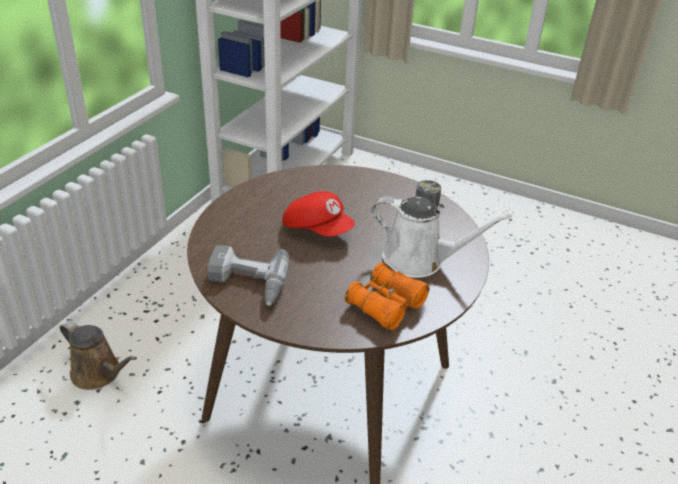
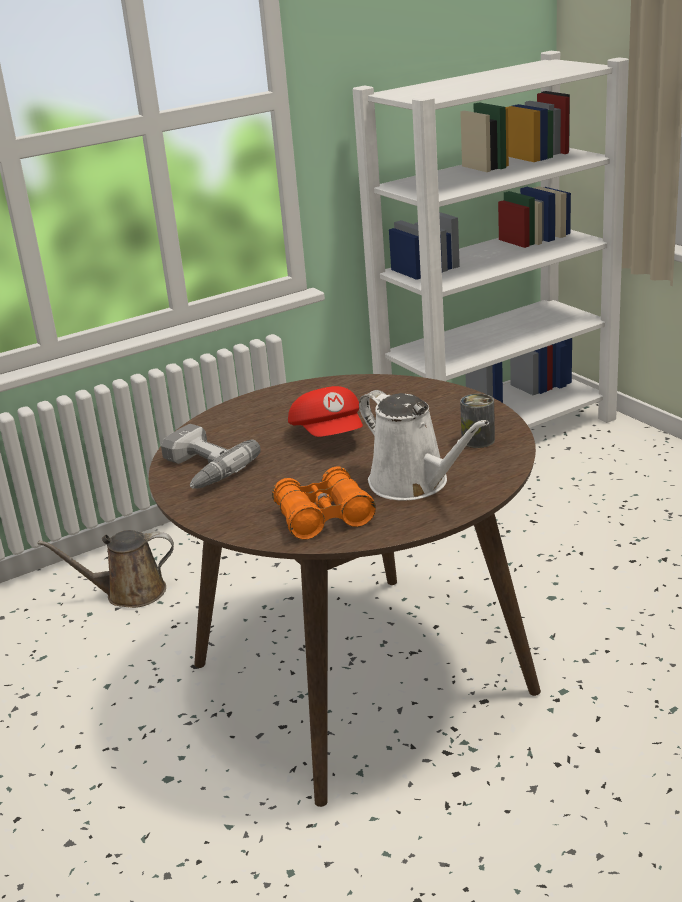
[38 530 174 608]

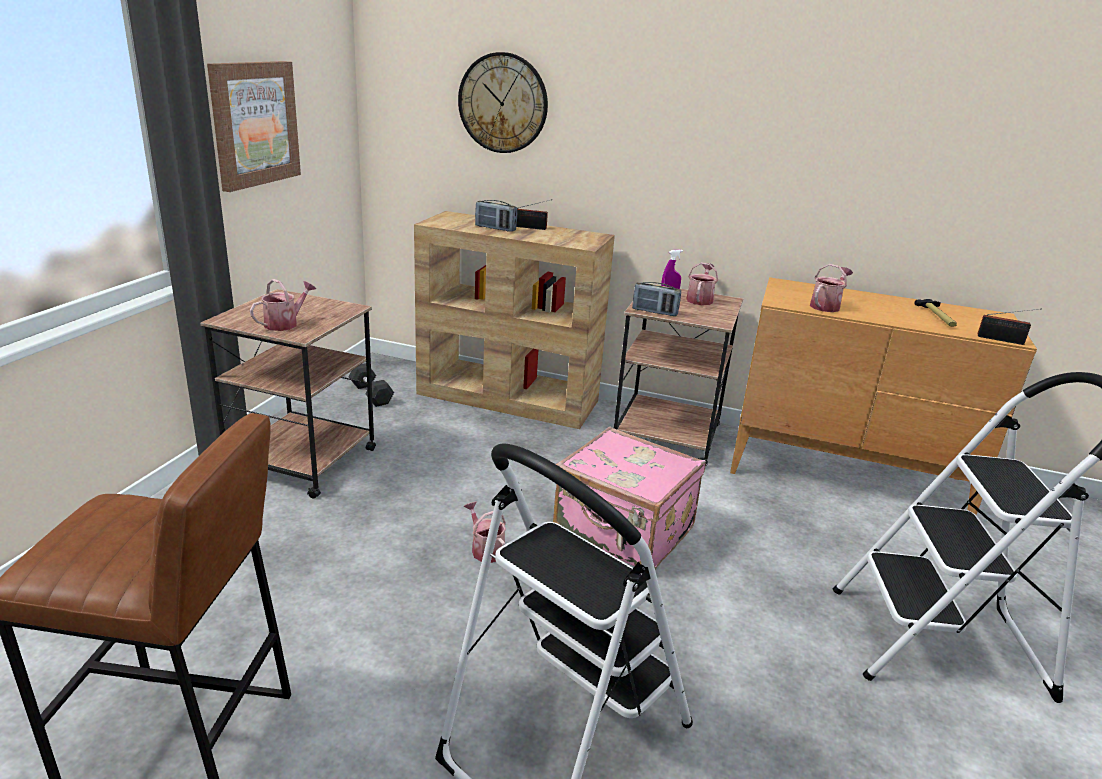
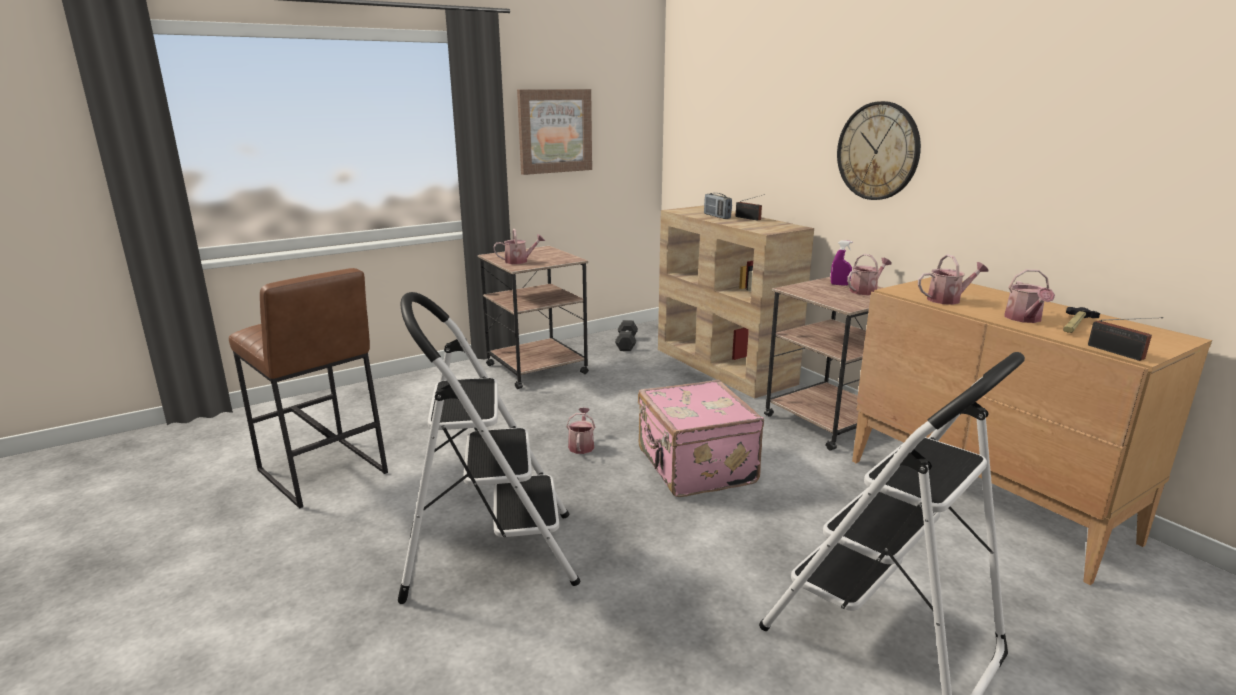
[837 101 921 200]
[632 282 681 316] (first image)
[1005 269 1055 323]

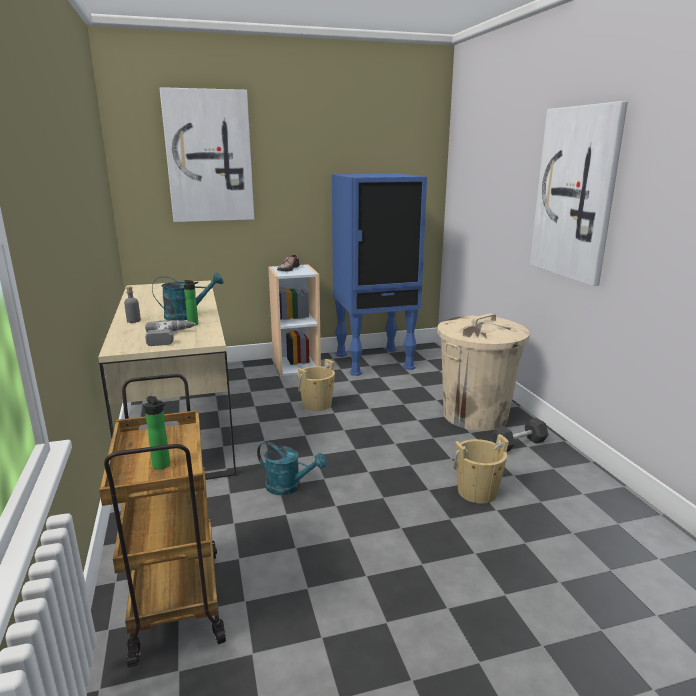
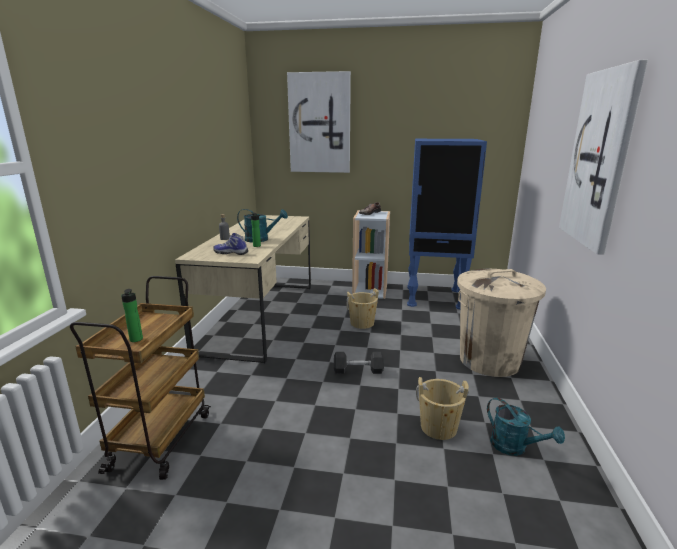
[213 233 248 255]
[334 352 384 374]
[487 397 565 456]

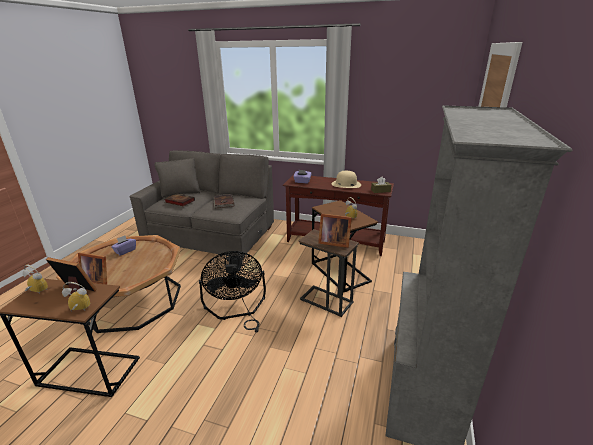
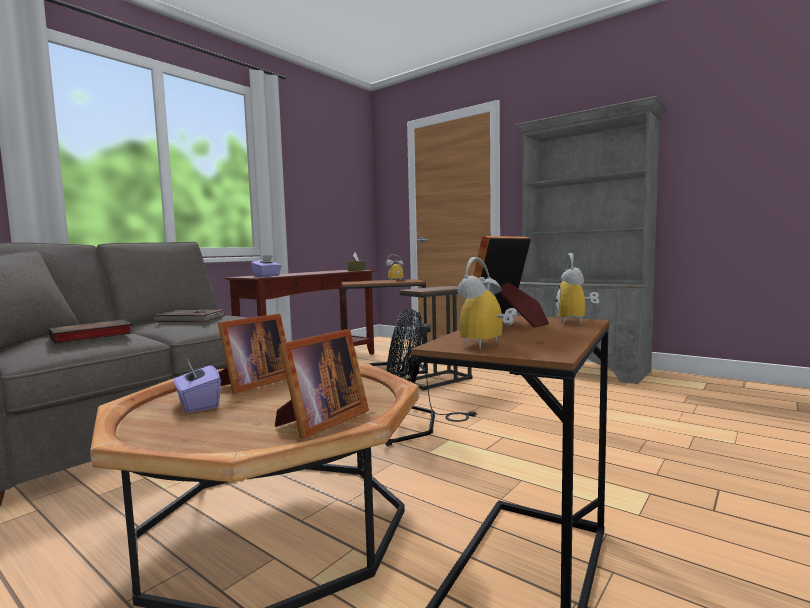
[332 171 361 188] (first image)
[218 314 287 393]

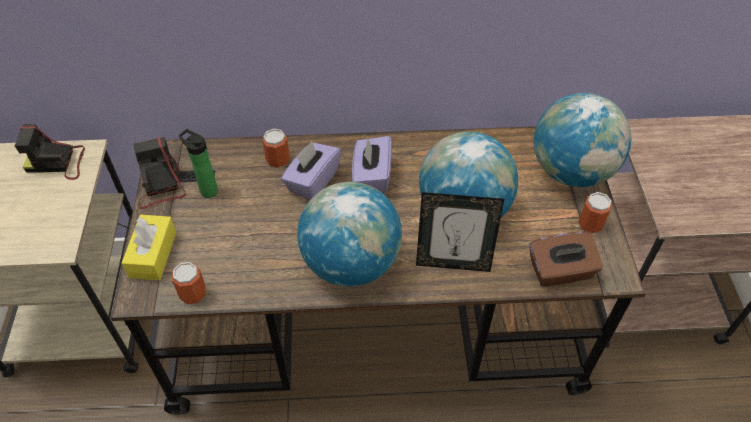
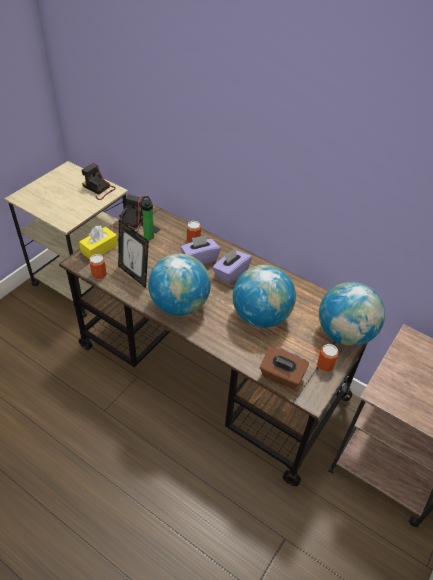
[118 220 149 288]

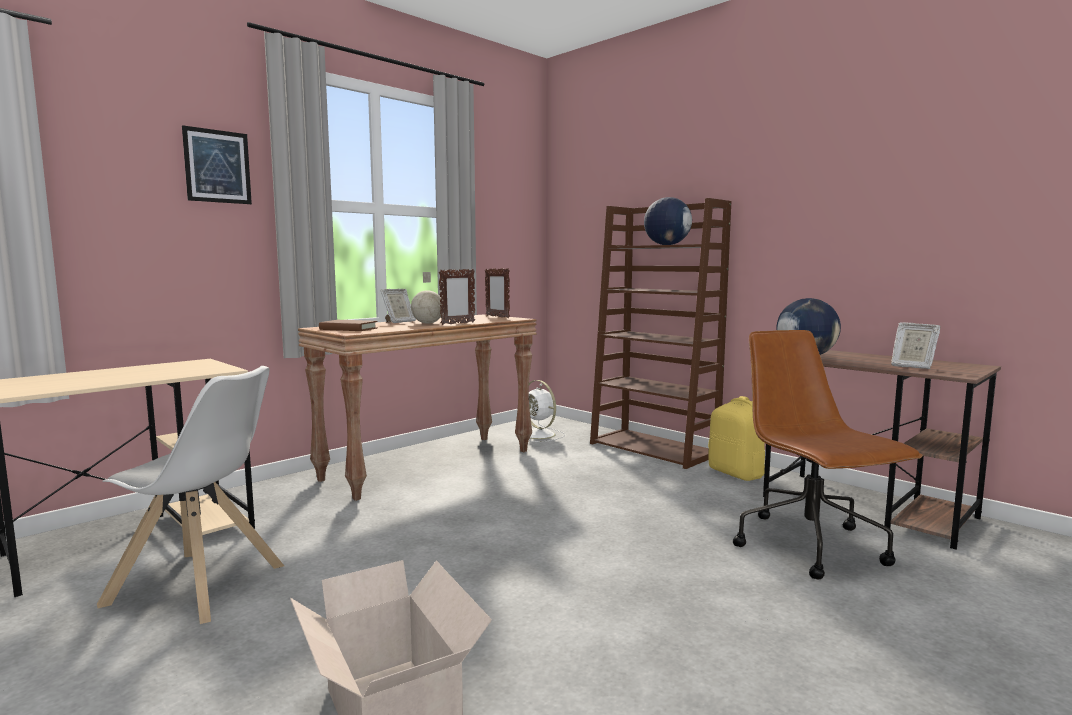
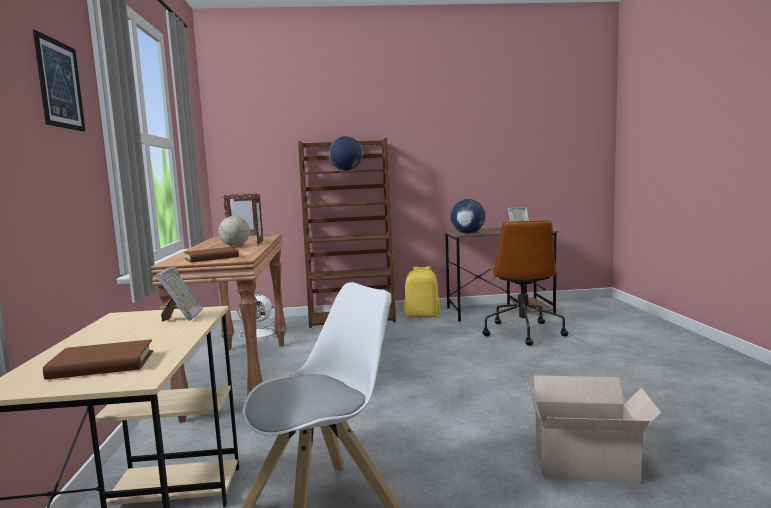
[156 266 203 321]
[482 220 569 346]
[43 339 153 380]

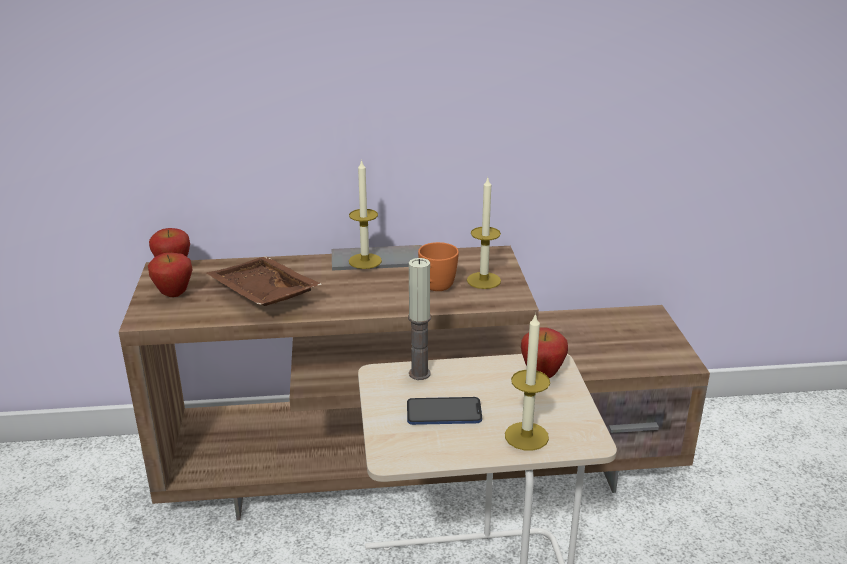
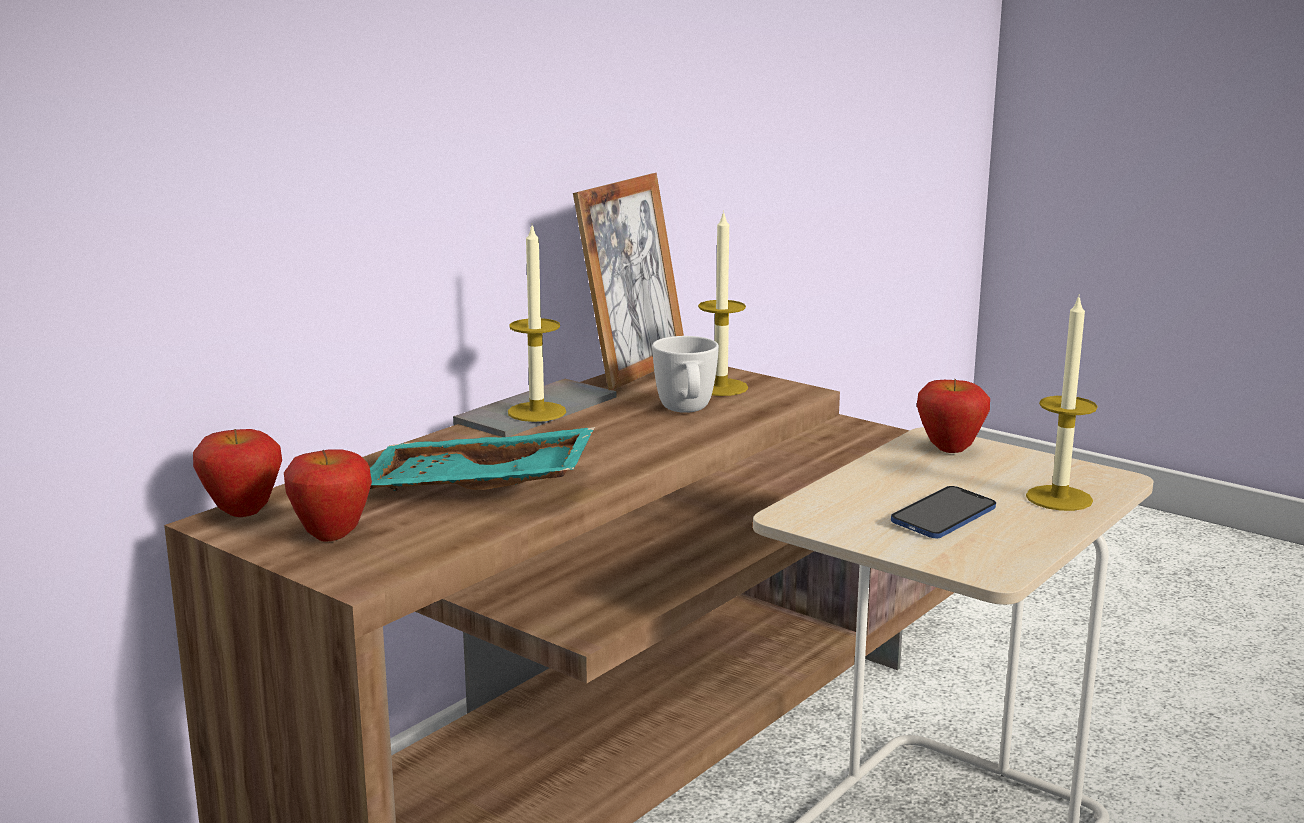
[652 336 719 413]
[370 427 595 491]
[408 258 431 380] (first image)
[573 173 684 390]

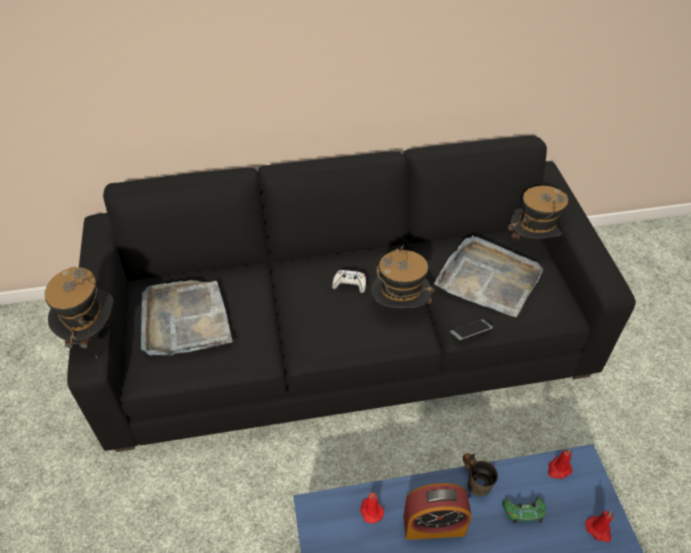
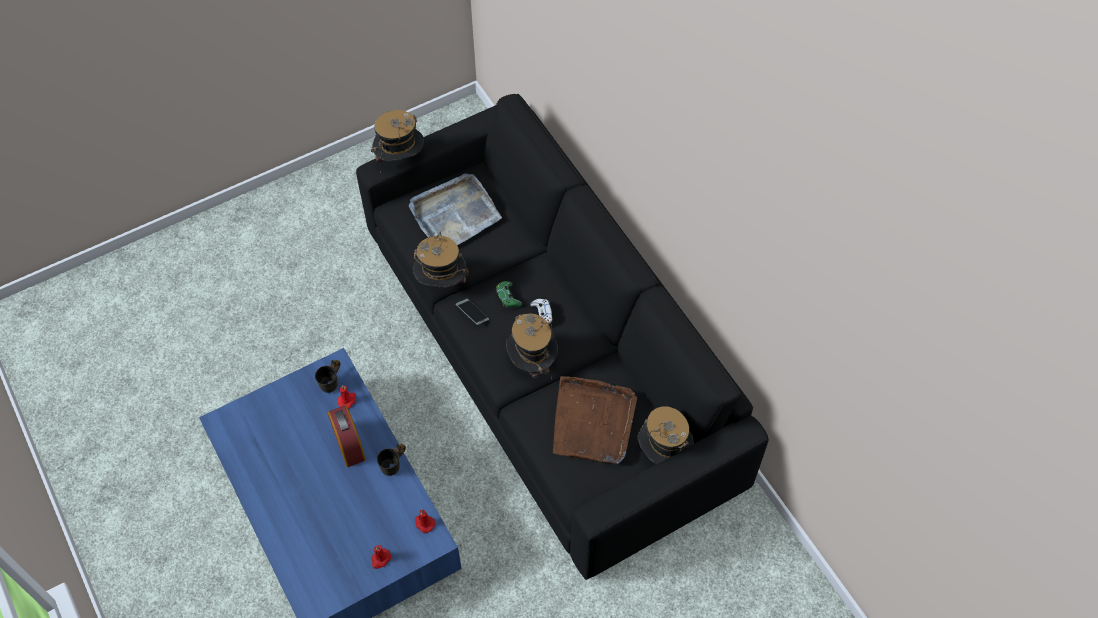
[553 376 637 464]
[456 299 489 325]
[496 281 522 308]
[413 231 469 287]
[315 360 340 393]

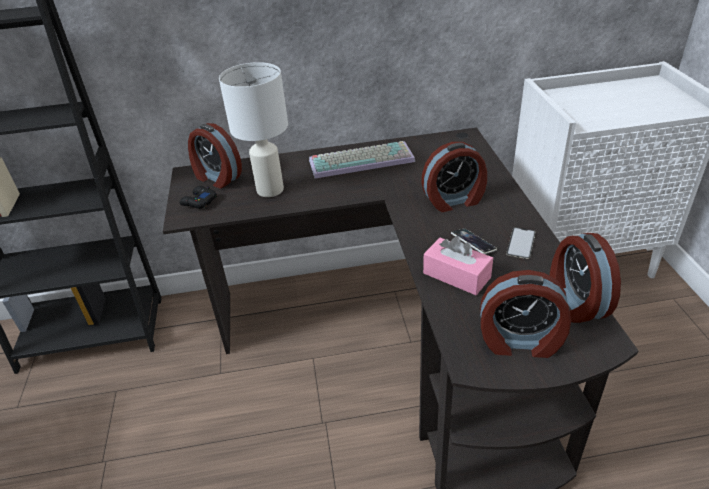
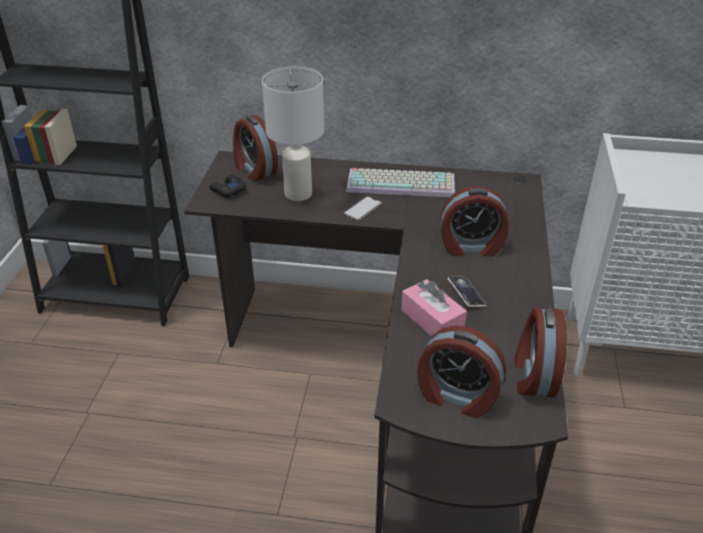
[343 196 382 221]

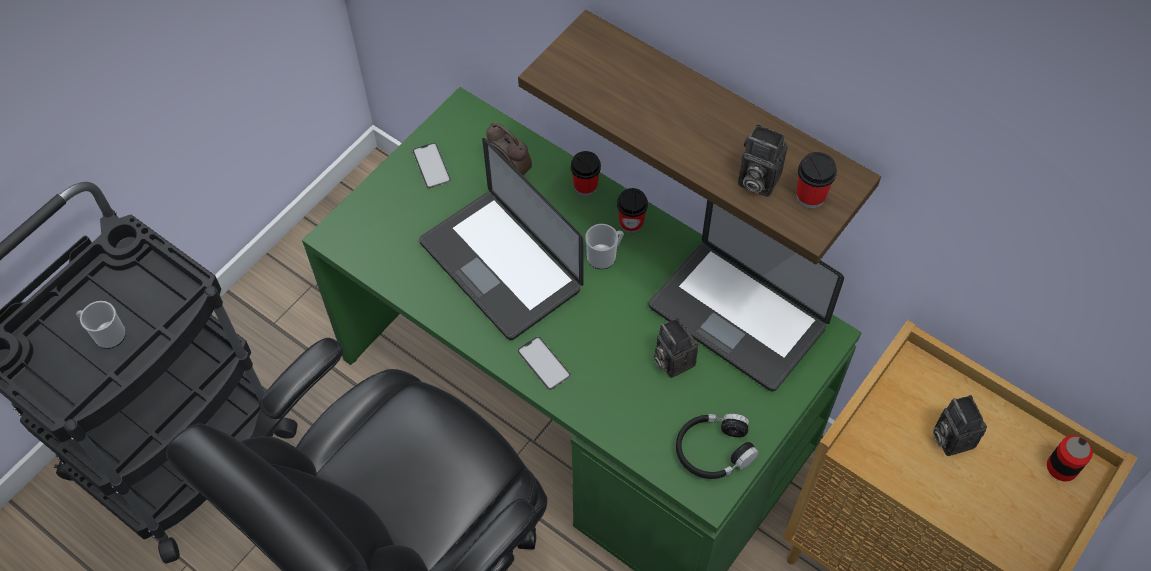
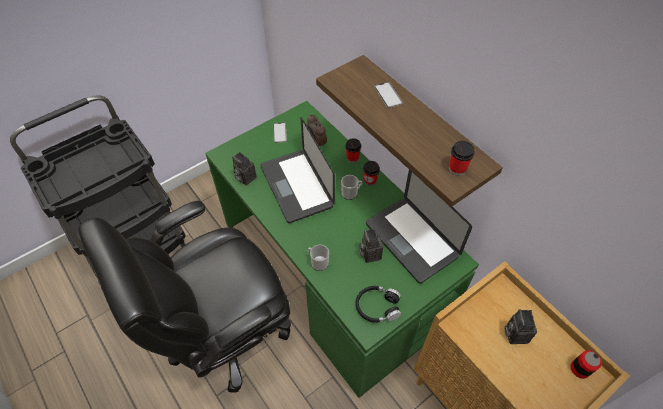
[232 152 257 185]
[308 245 329 271]
[374 82 403 108]

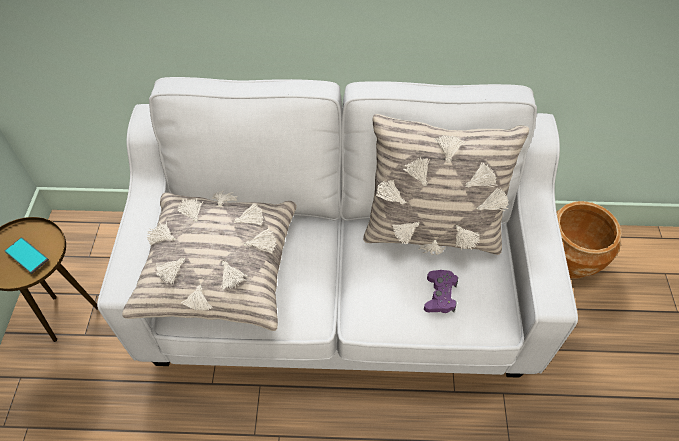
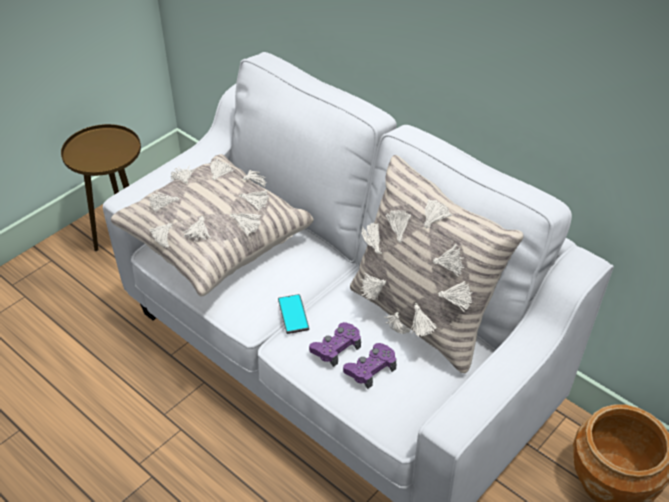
[278 294 309 334]
[309 322 361 367]

